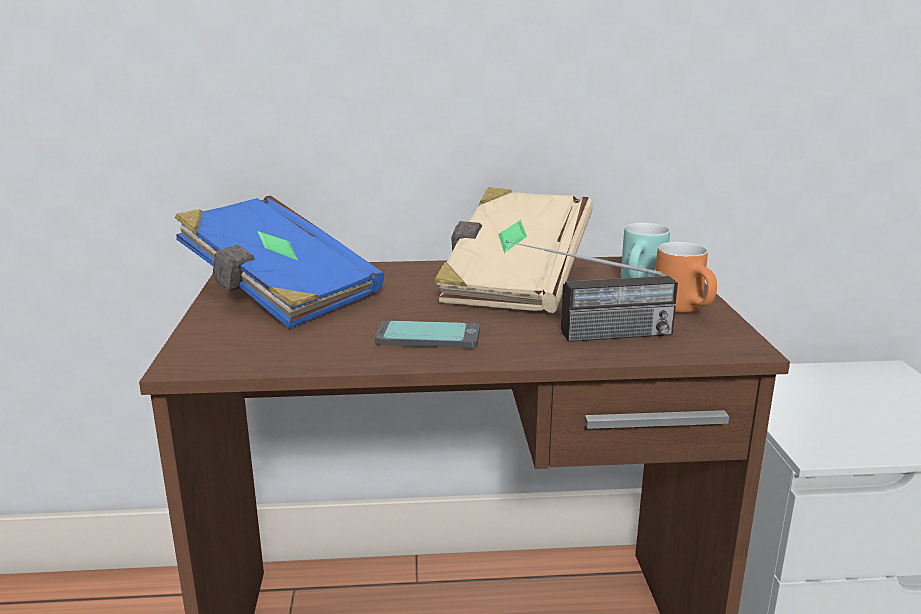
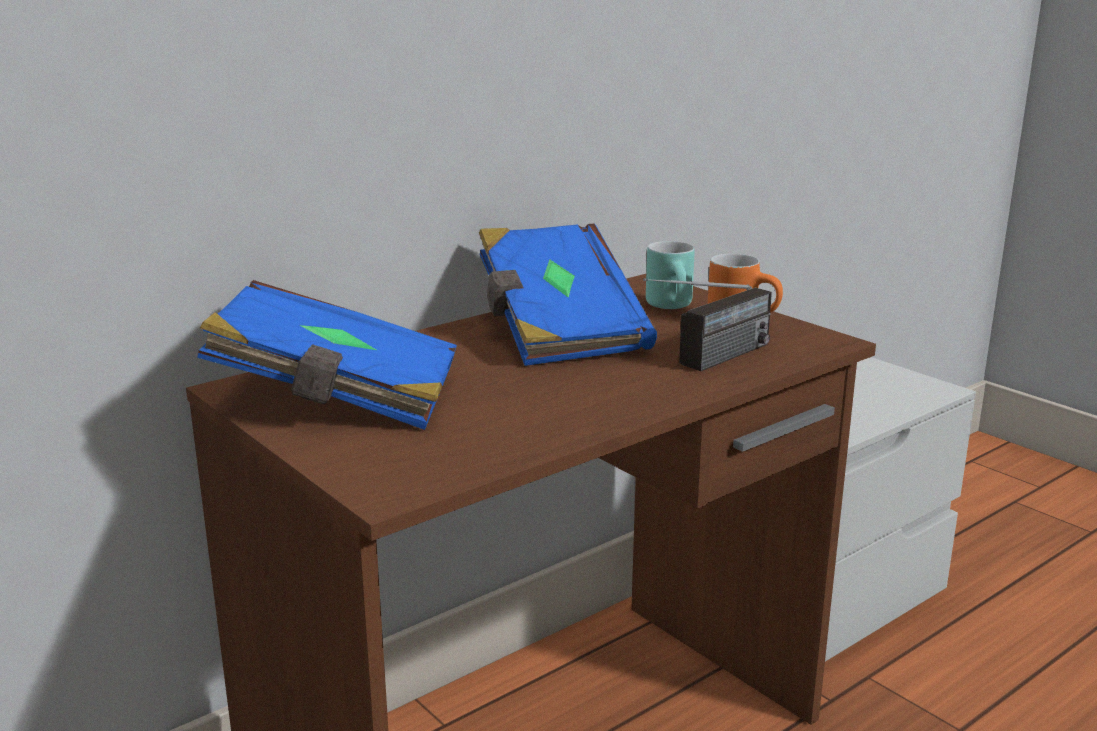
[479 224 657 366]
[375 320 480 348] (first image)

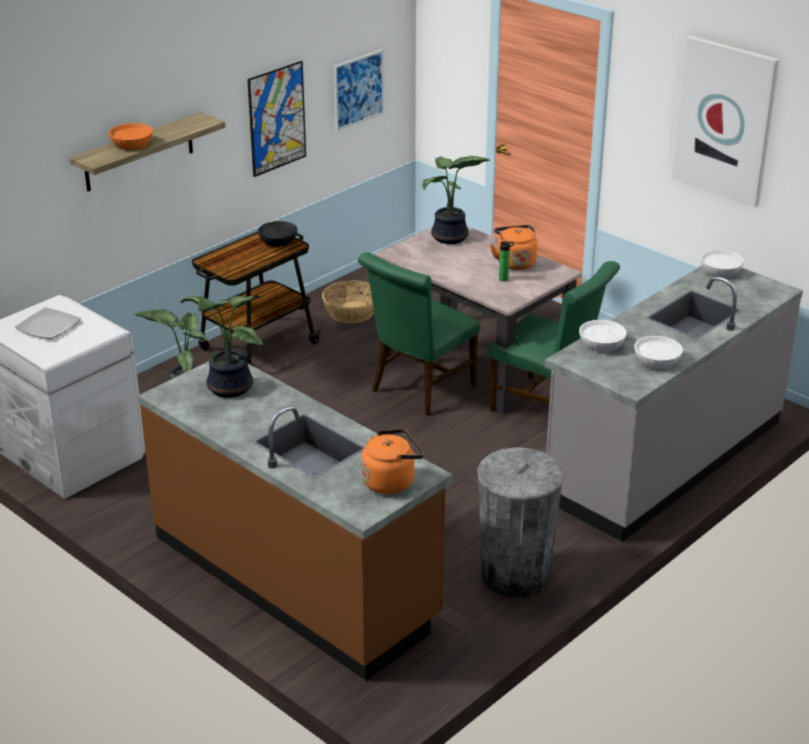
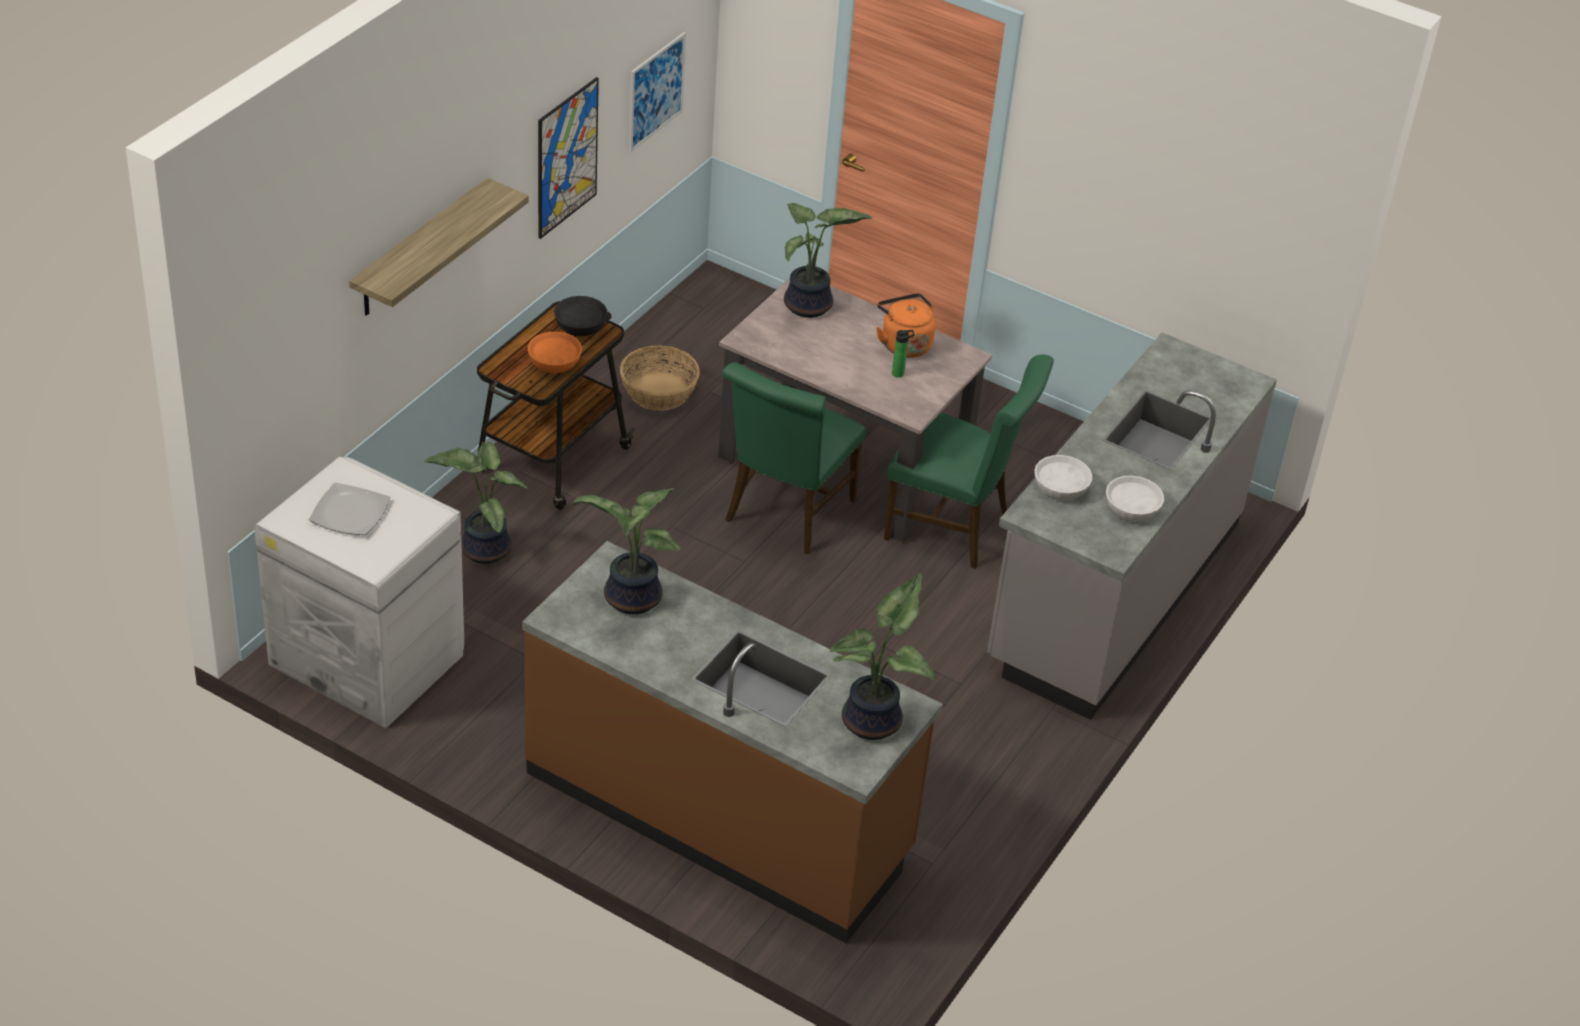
[671 35 780 207] (first image)
[528 332 582 373]
[700 249 744 278] (first image)
[830 573 935 740]
[477 447 564 598] (first image)

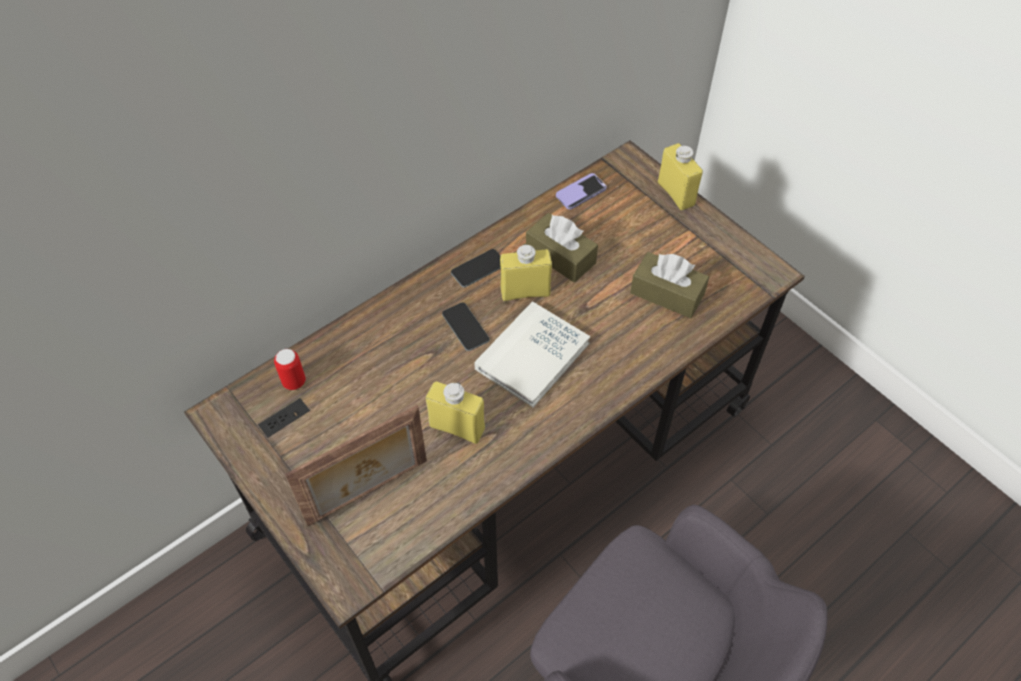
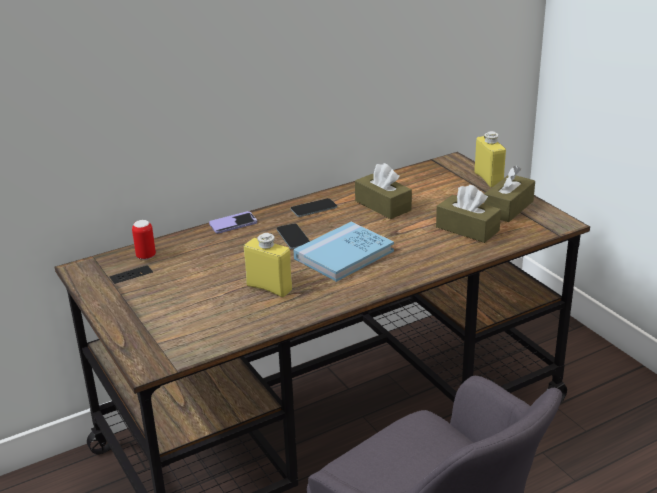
[209 211 257 234]
[500 244 552 301] (first image)
[293 222 394 282]
[285 405 427 526] (first image)
[483 166 535 222]

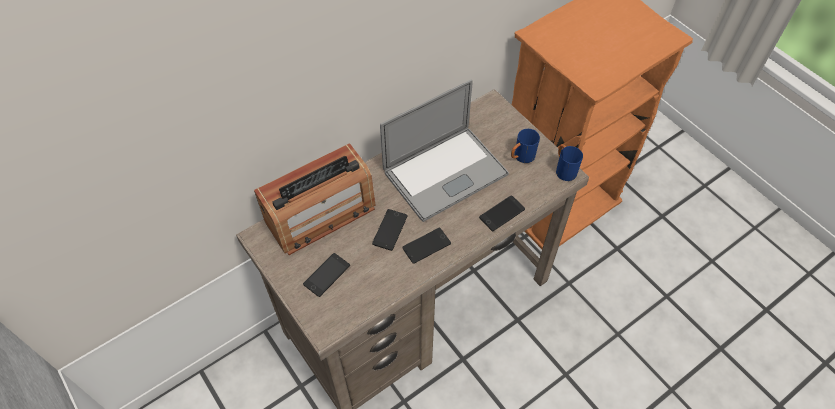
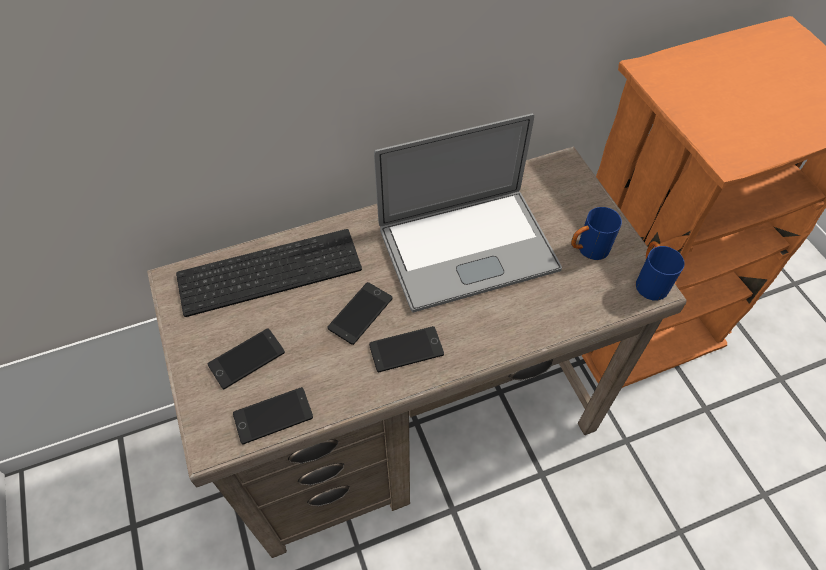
[176 229 362 317]
[233 387 313 444]

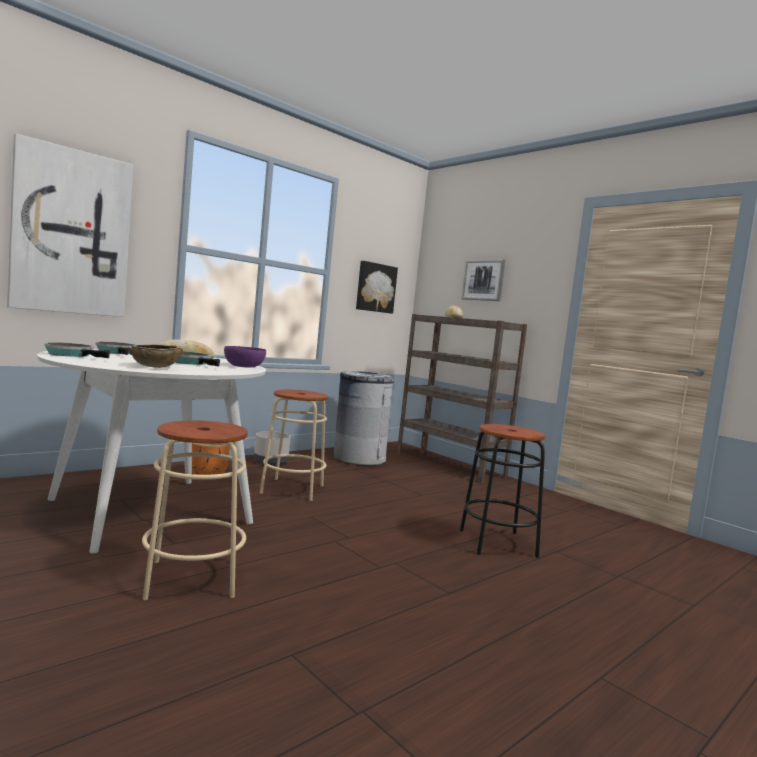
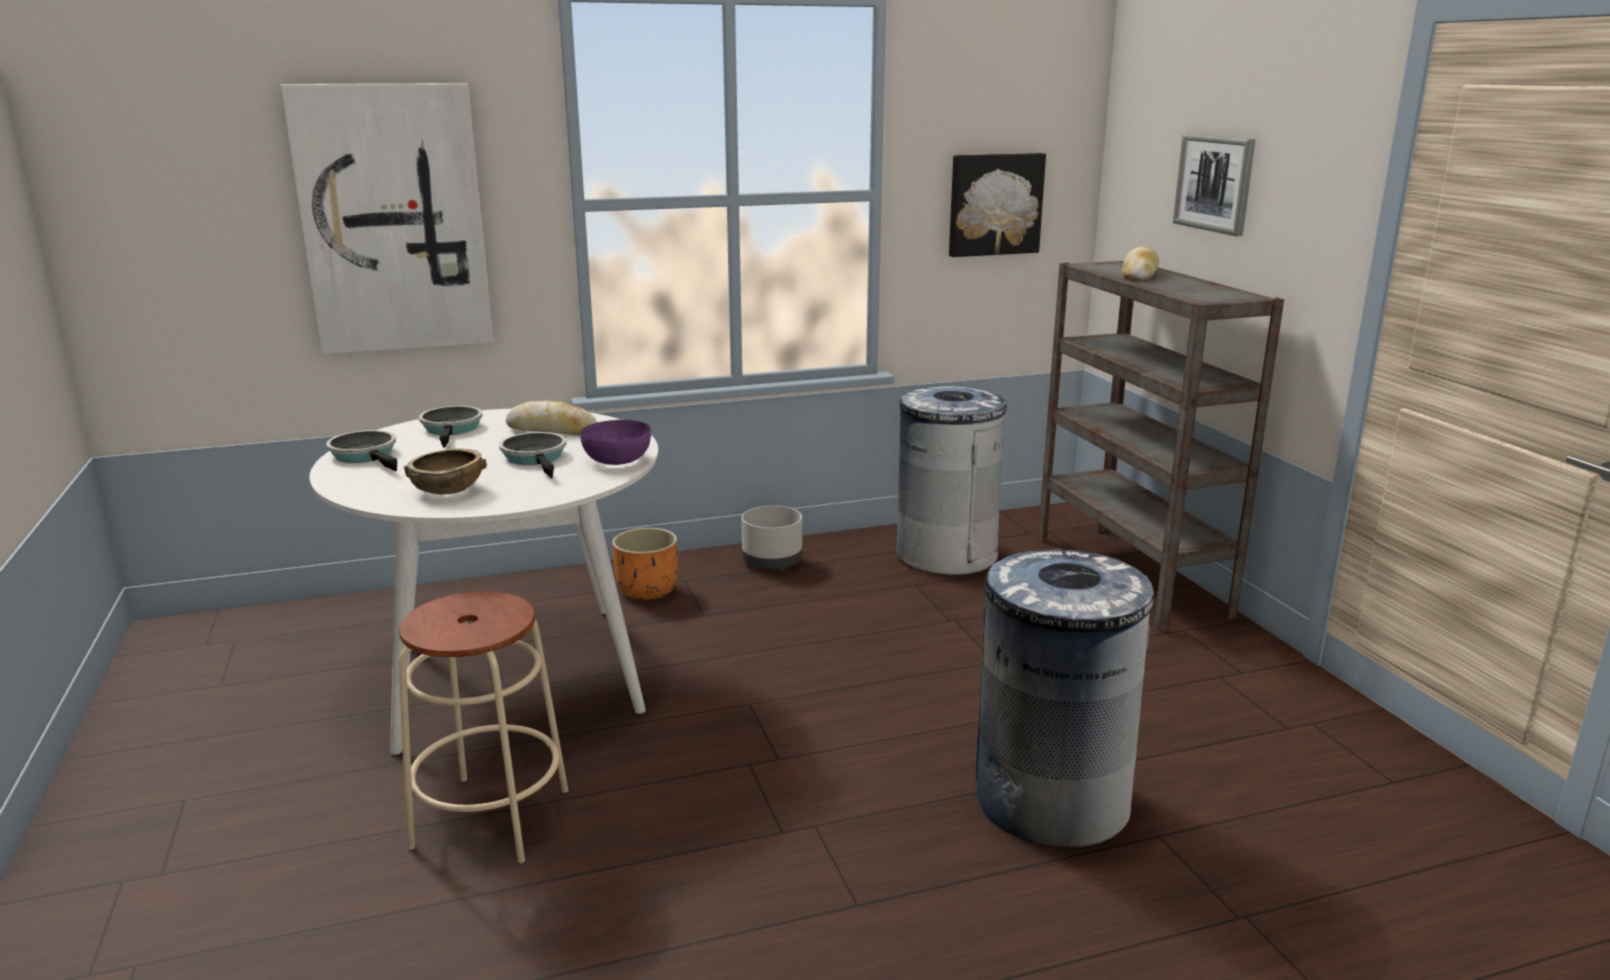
[260 390 329 501] (first image)
[976 549 1154 848]

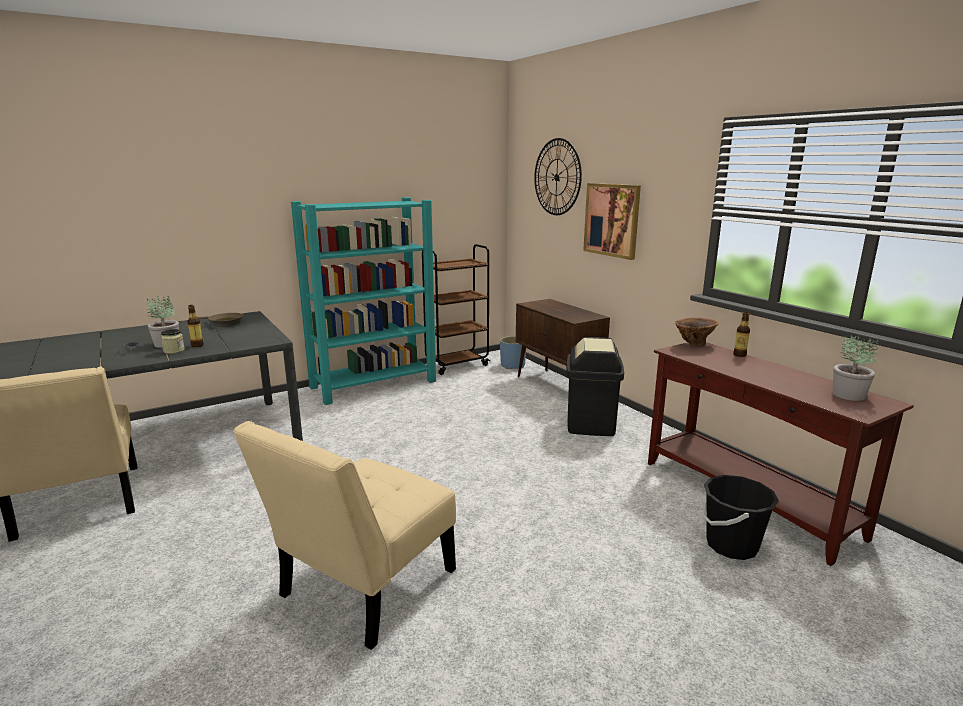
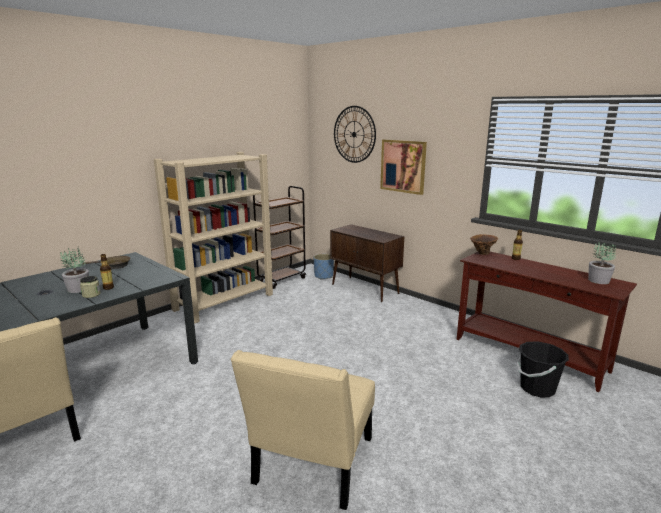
[154 152 273 324]
[567 337 624 436] (first image)

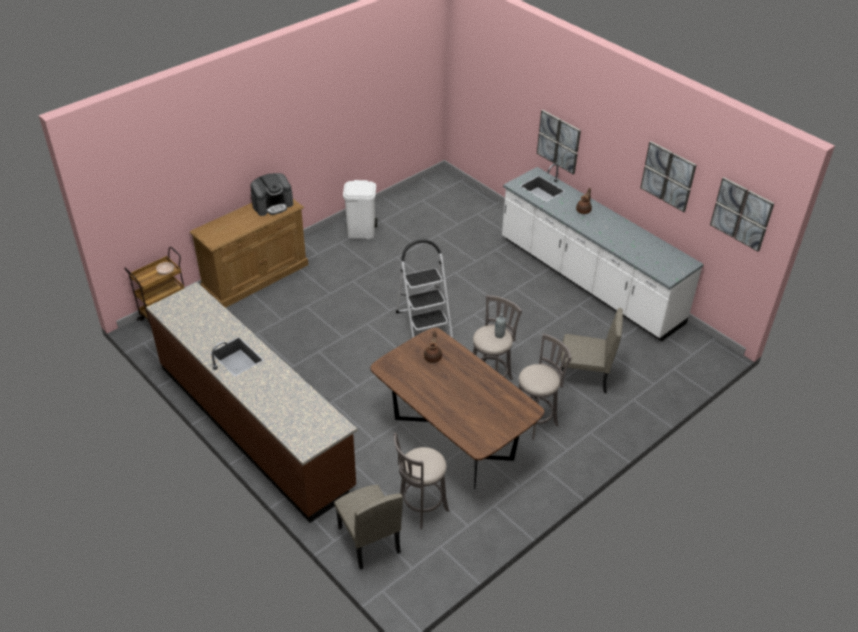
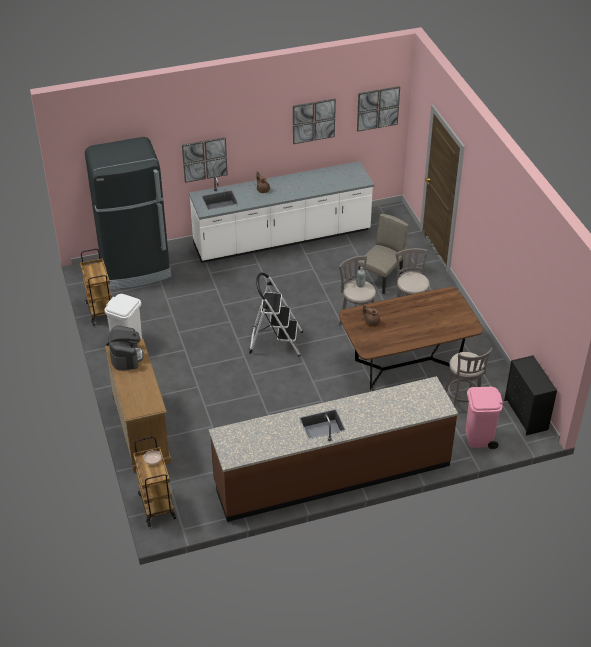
[466 387 503 449]
[85 137 171 289]
[80 249 112 326]
[504 355 557 436]

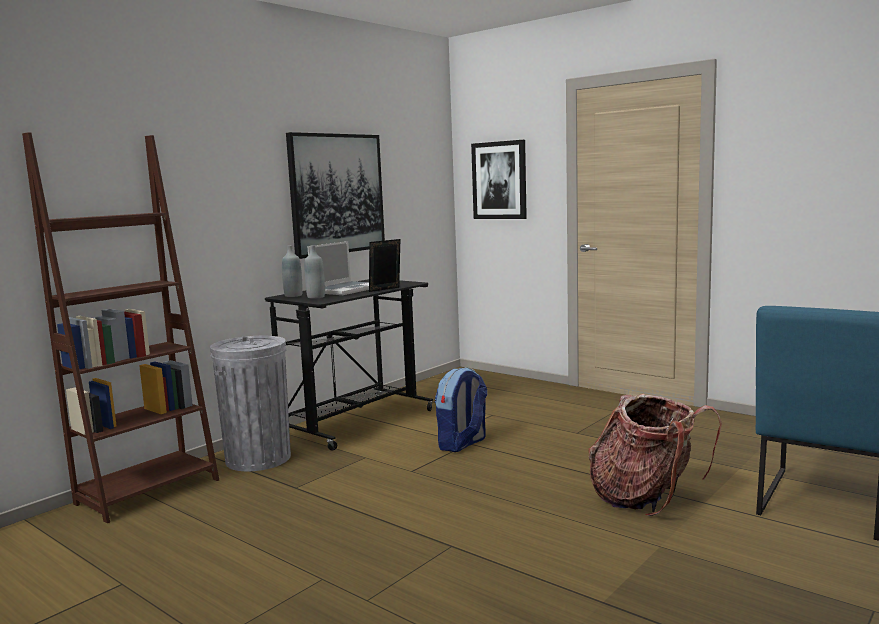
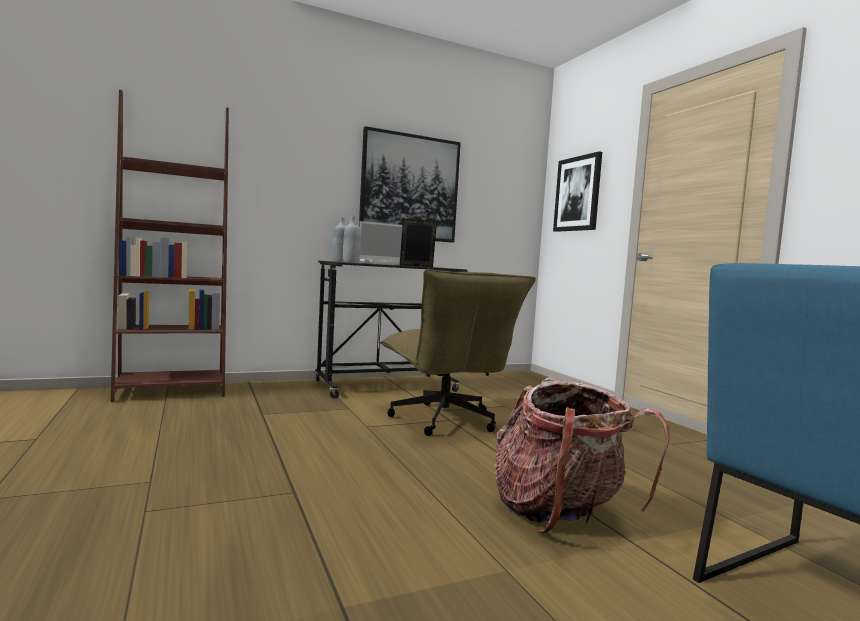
[210 336 291 471] (first image)
[378 269 536 436]

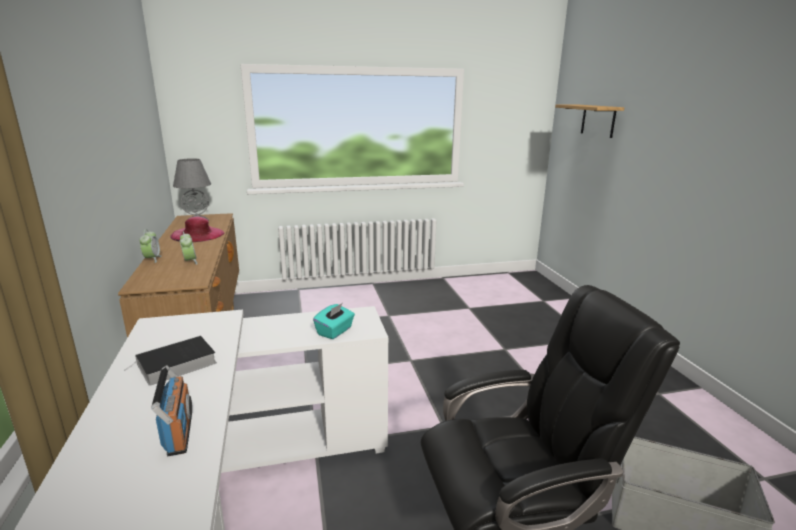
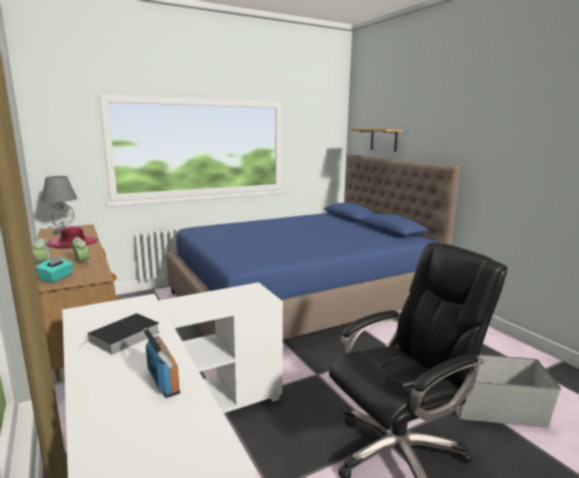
[36 255 74 282]
[167 154 461 340]

